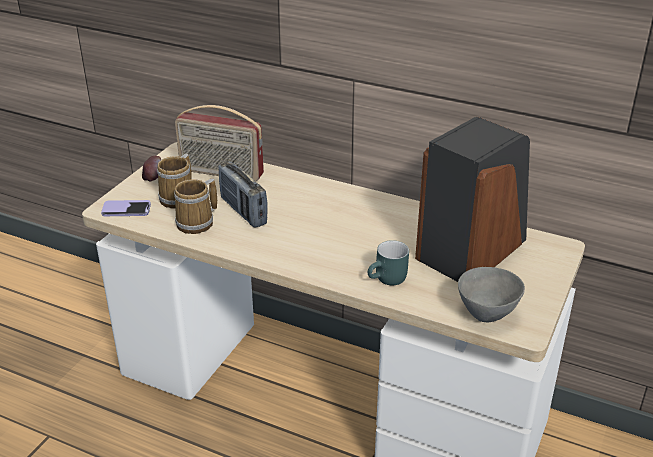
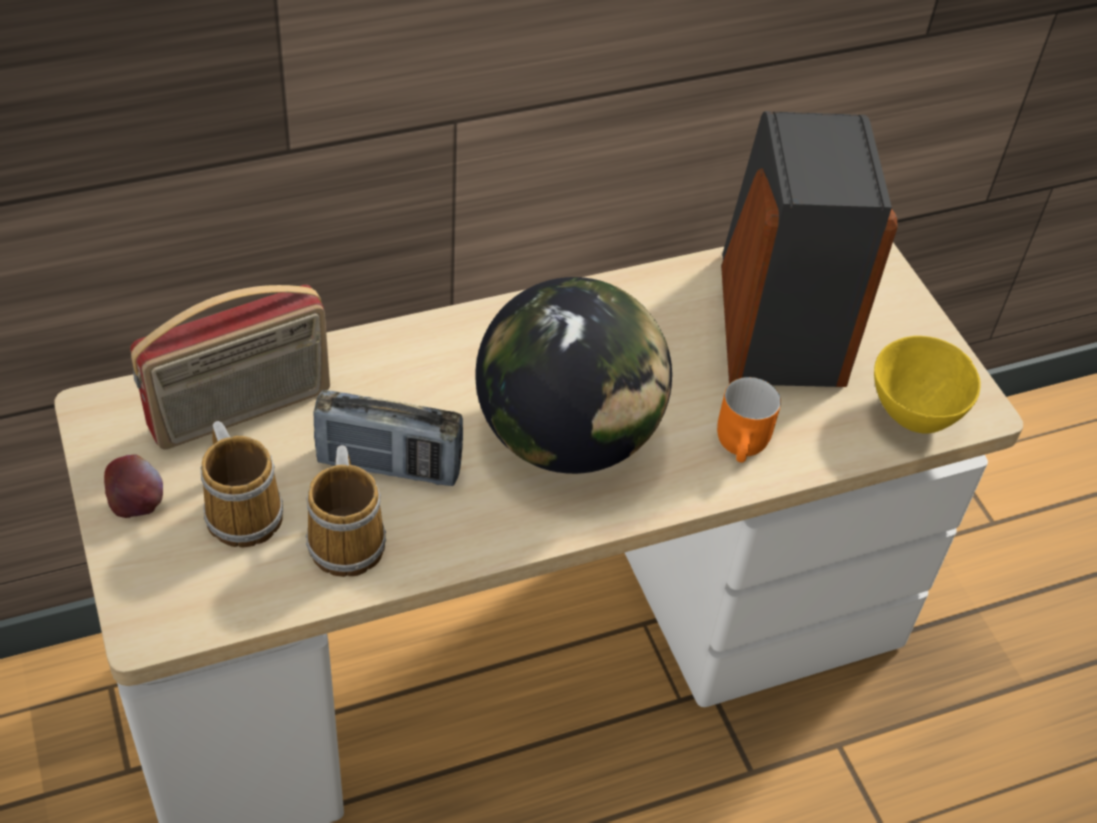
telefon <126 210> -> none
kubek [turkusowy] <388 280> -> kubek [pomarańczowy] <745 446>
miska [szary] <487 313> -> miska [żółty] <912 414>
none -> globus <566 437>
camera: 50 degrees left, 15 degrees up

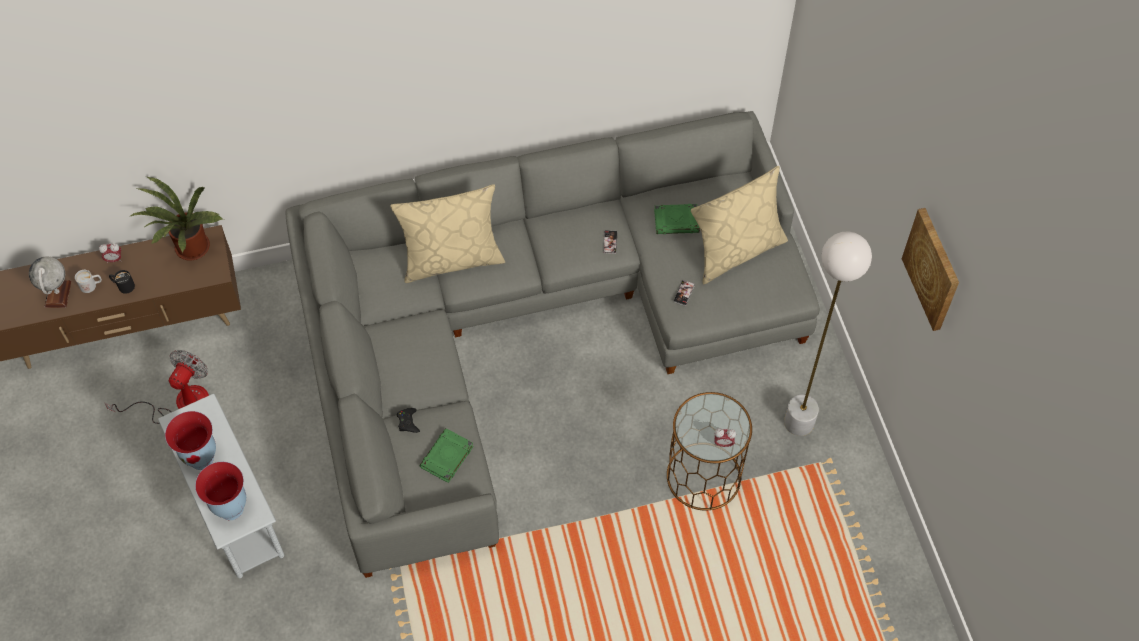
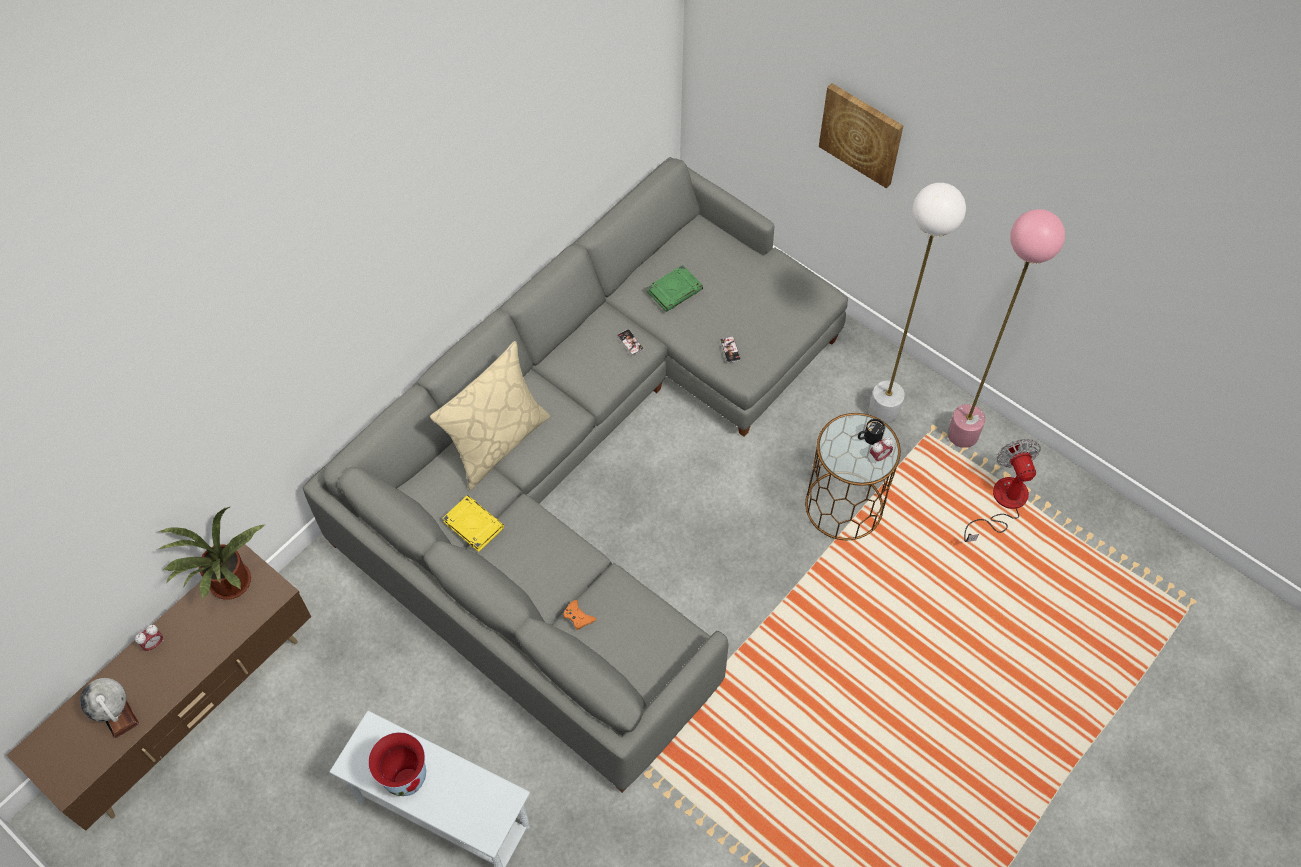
kubek [biały] <91 285> -> none
wentylator <180 403> -> wentylator <1002 503>, relocated
kubek [czarny] <123 285> -> kubek [czarny] <868 438>, relocated
wazon <231 509> -> none
pad do gier [czarny] <408 422> -> pad do gier [pomarańczowy] <578 617>
książka [zielony] <447 457> -> none
poduszka [beżowy] <736 250> -> none
obraz <933 269> -> obraz <861 134>, relocated
none -> książka [żółty] <473 525>
none -> lampa stojąca [różowy] <963 434>
camera: 35 degrees left, 0 degrees up

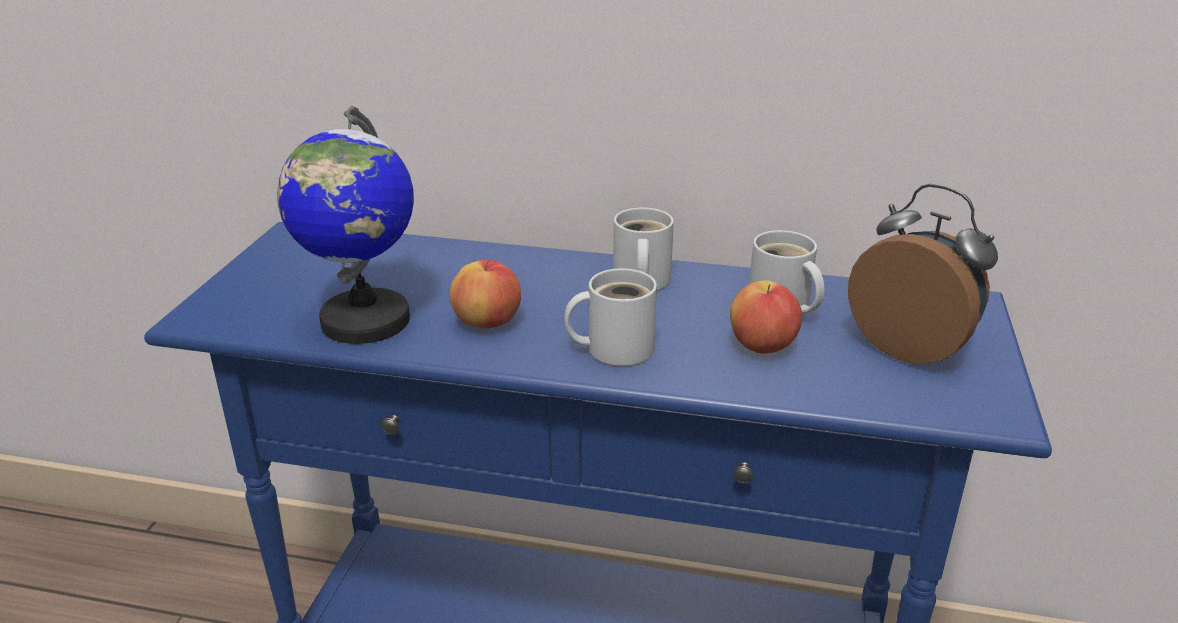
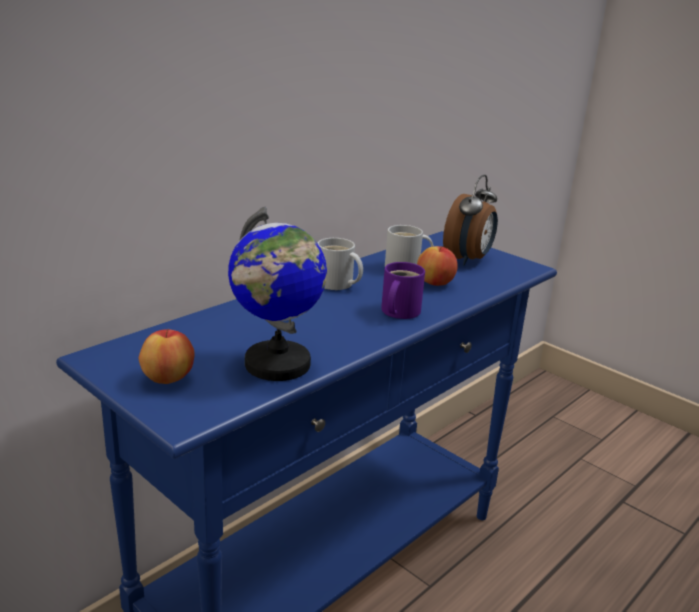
jabłko <488 322> -> jabłko <168 378>, relocated
kubek [biały] <613 348> -> kubek [fioletowy] <398 311>
budzik <912 347> -> budzik <468 260>, 135 degrees clockwise
camera: 60 degrees left, 5 degrees down

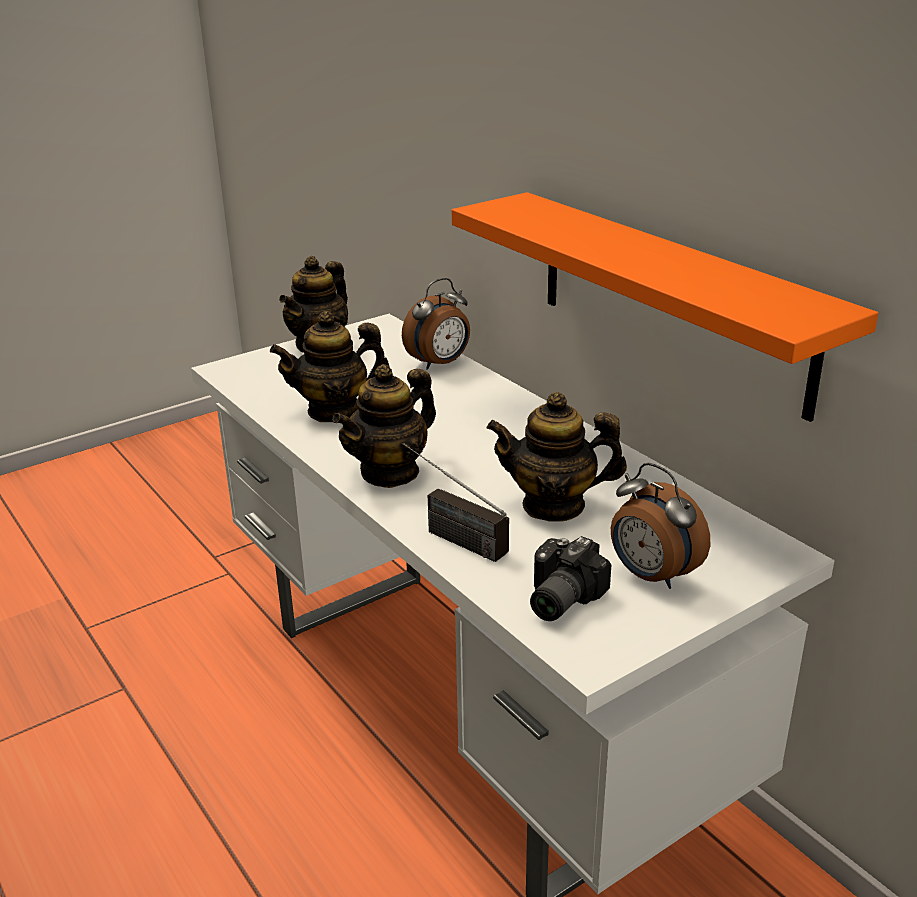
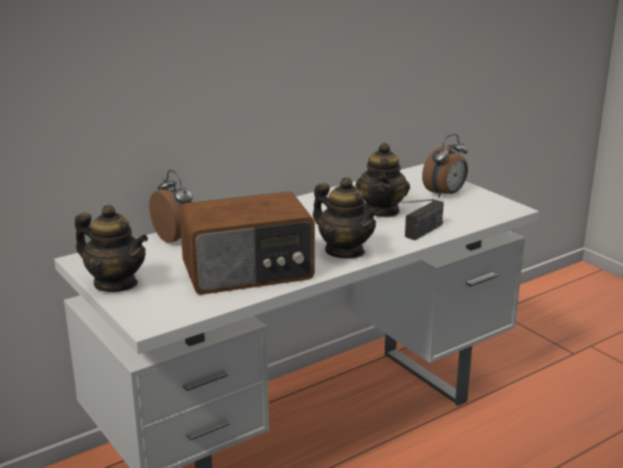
imbryk <334 410> -> radio <249 272>
półka [pomarańczowy] <670 299> -> none
aparat fotograficzny <557 598> -> none
camera: 90 degrees left, 5 degrees down

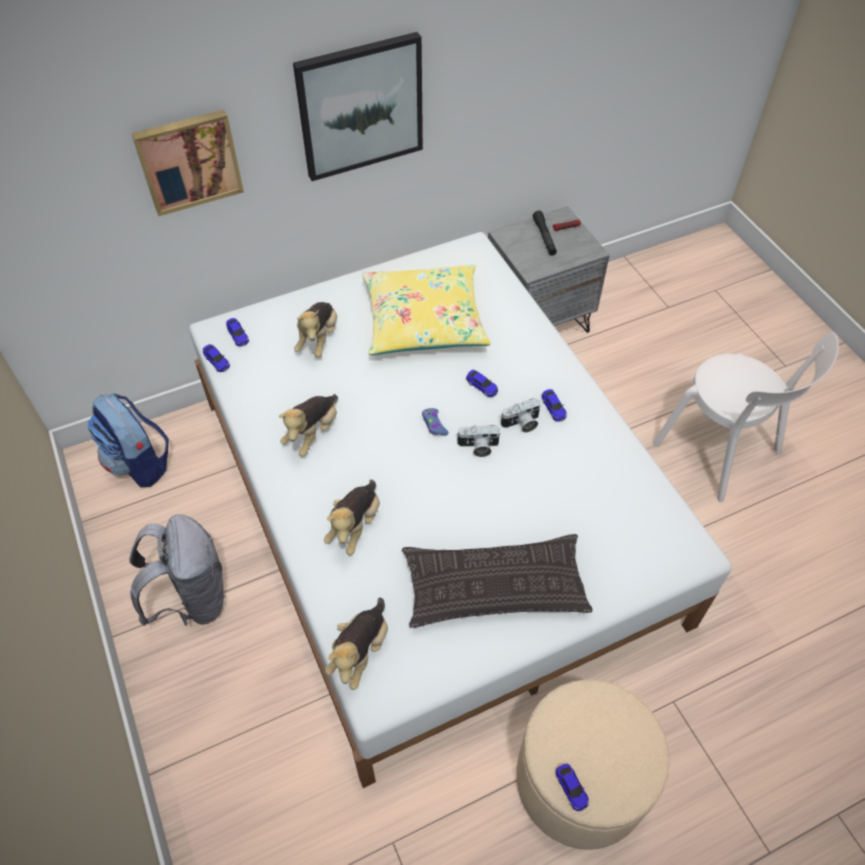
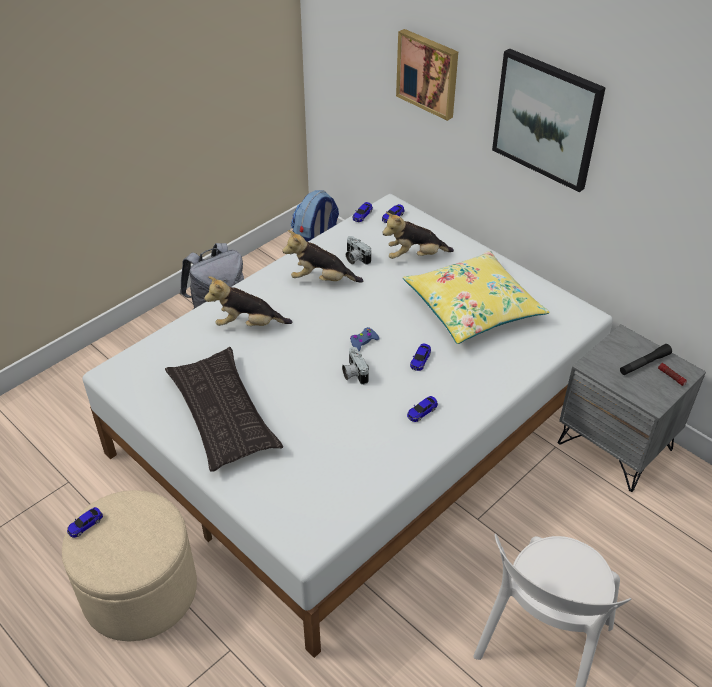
pluszak <360 651> -> none
aparat fotograficzny <521 424> -> aparat fotograficzny <355 258>, relocated
camera: 70 degrees right, 10 degrees down

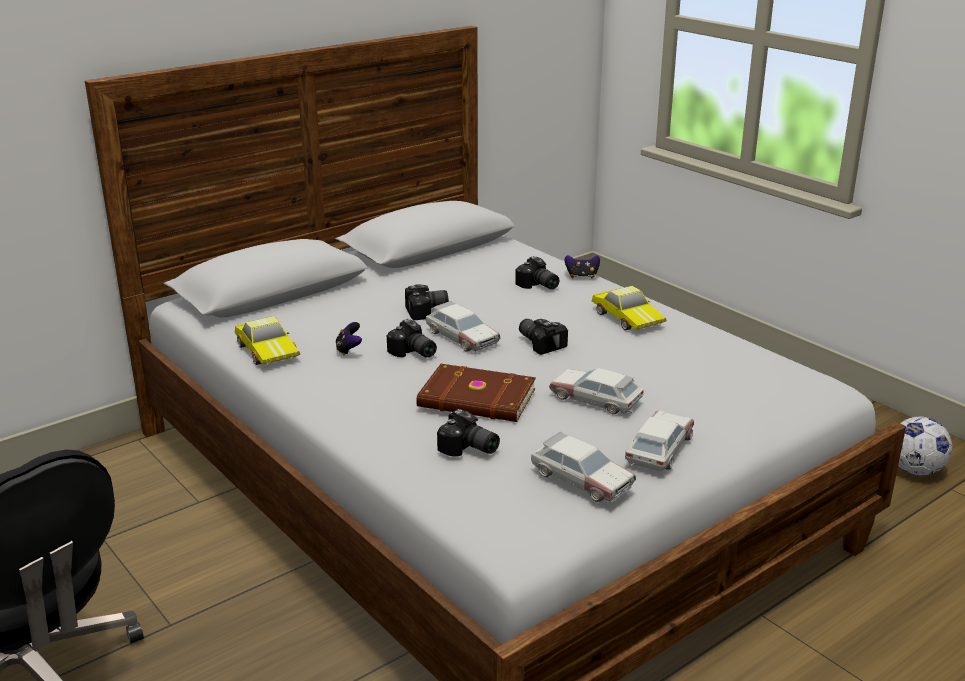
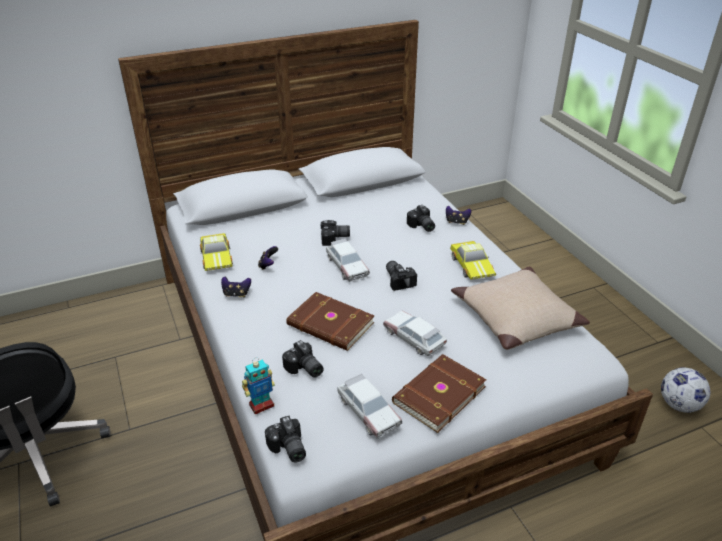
aparat fotograficzny <412 353> -> aparat fotograficzny <287 449>, relocated
samochodzik <659 450> -> książka [brązowy] <437 394>
none -> pad do gier <236 294>
none -> robot zabawkowy <261 405>
none -> poduszka [beżowy] <515 317>
camera: 15 degrees right, 10 degrees up

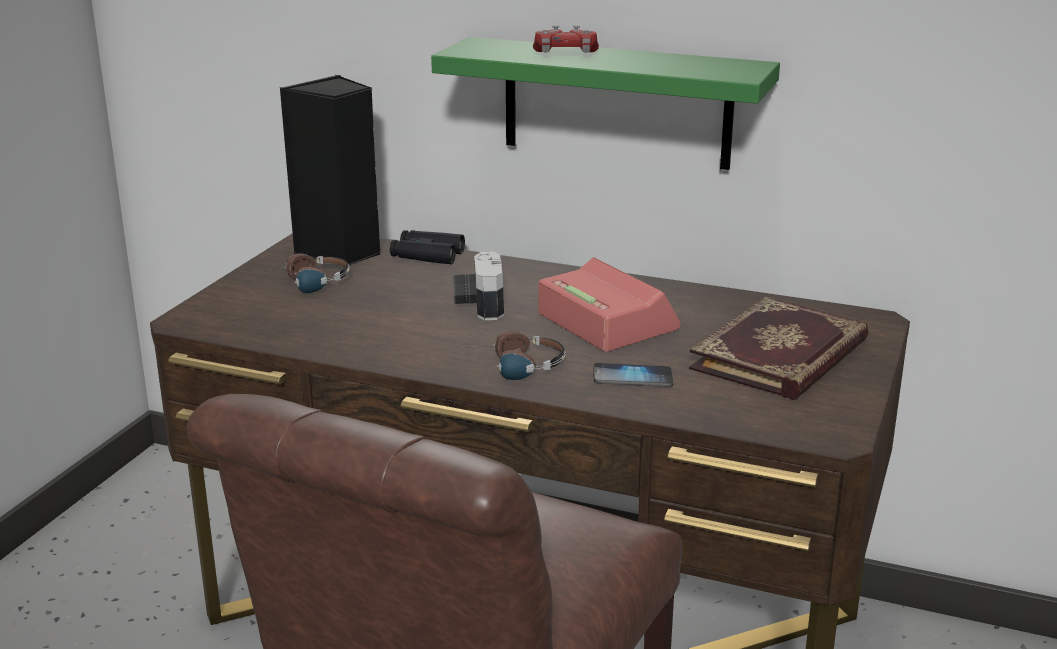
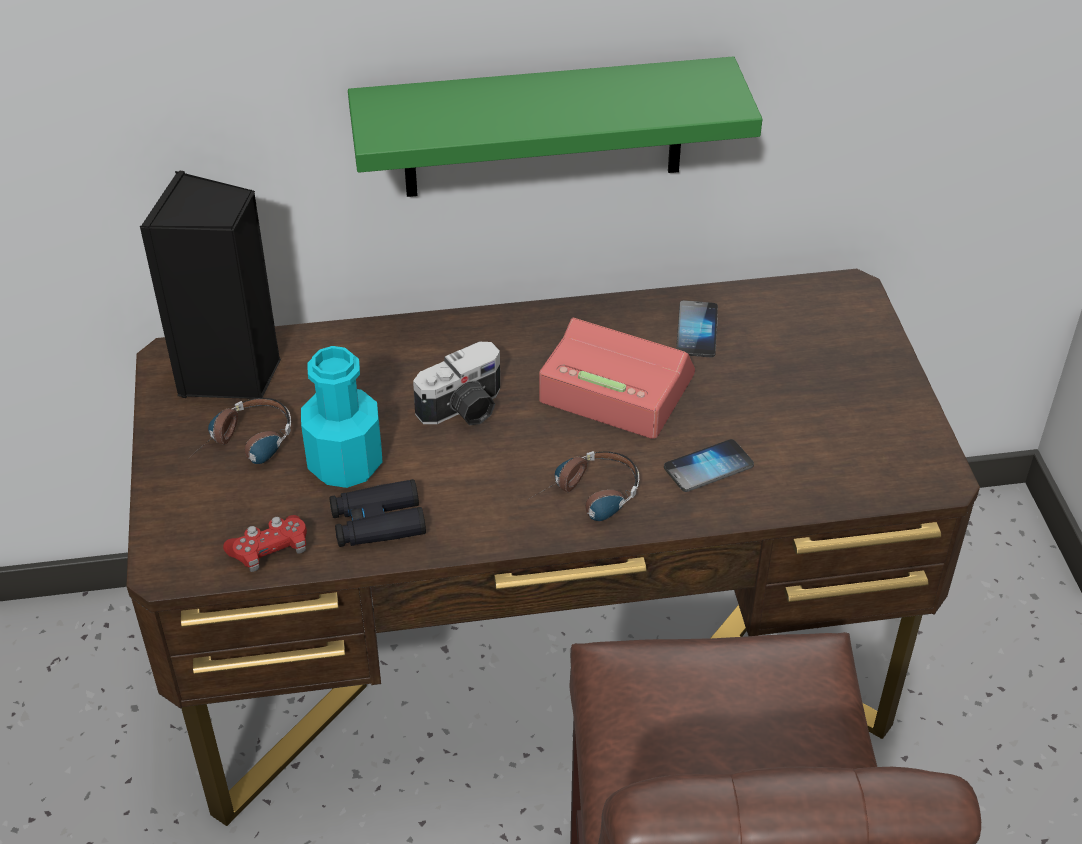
lornetka [czarny] <427 255> -> lornetka [czarny] <377 523>, relocated
aparat fotograficzny <478 304> -> aparat fotograficzny <465 409>, 90 degrees counterclockwise
pad do gier [czerwony] <565 55> -> pad do gier [czerwony] <270 551>, relocated
książka <782 355> -> none
none -> butelka [turkusowy] <345 463>
none -> telefon <697 330>
camera: 30 degrees left, 20 degrees up

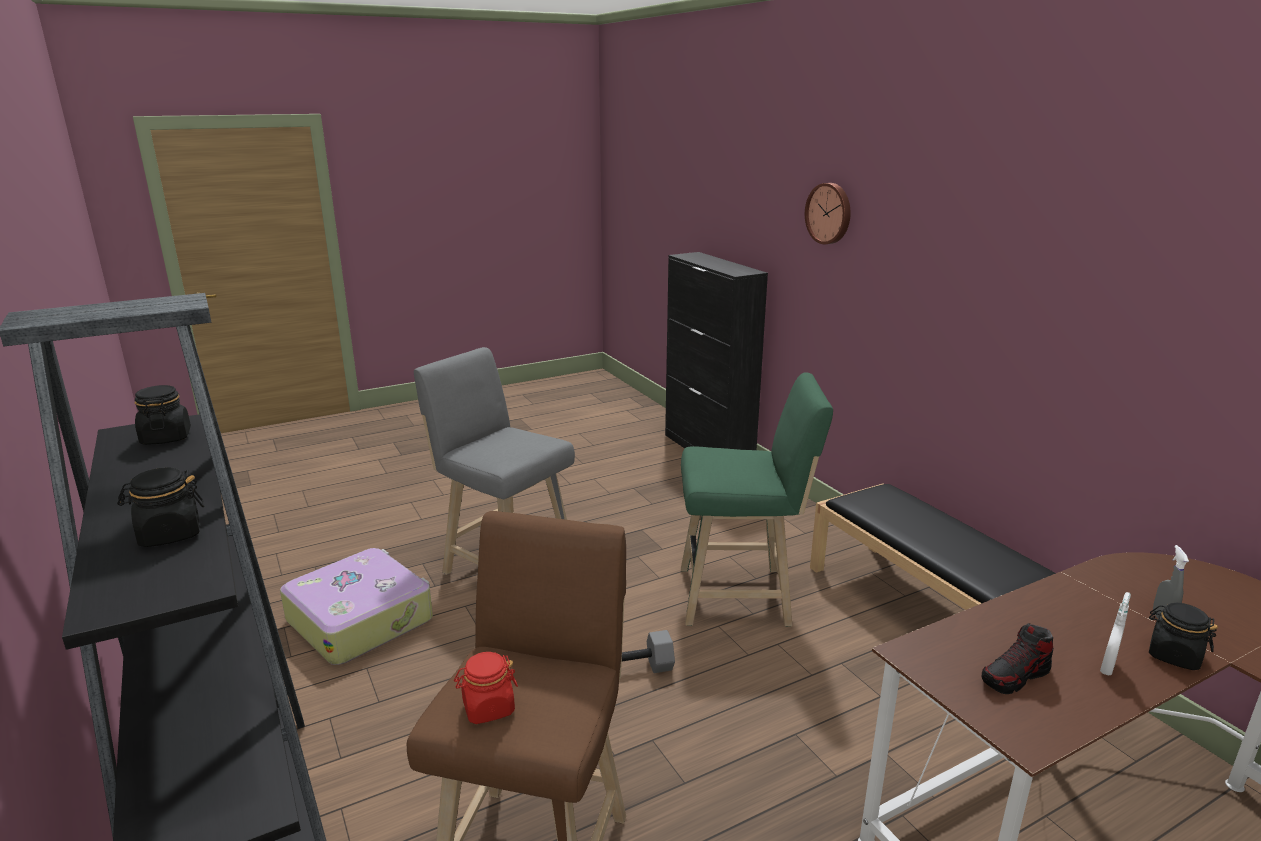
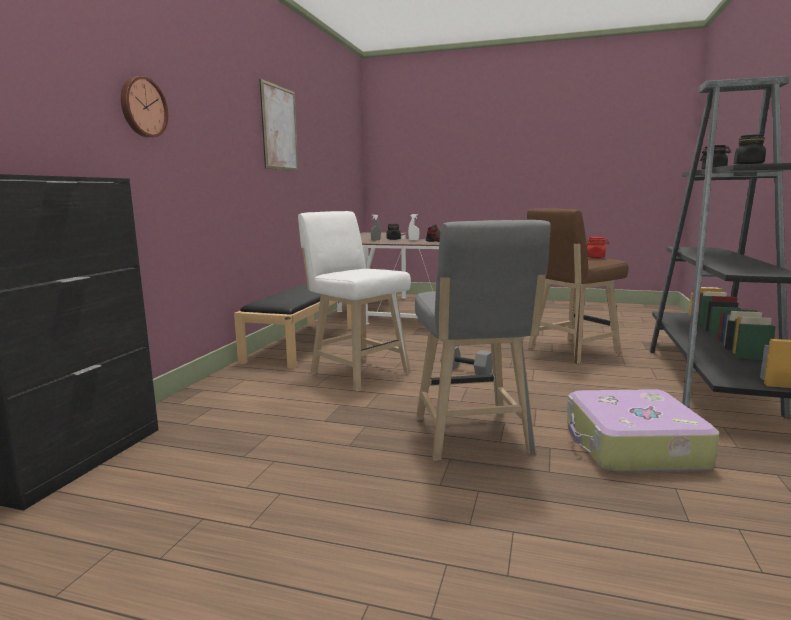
stołek [zielony] <741 596> -> stołek [biały] <357 372>
none -> obraz <279 128>
camera: 135 degrees left, 10 degrees down

